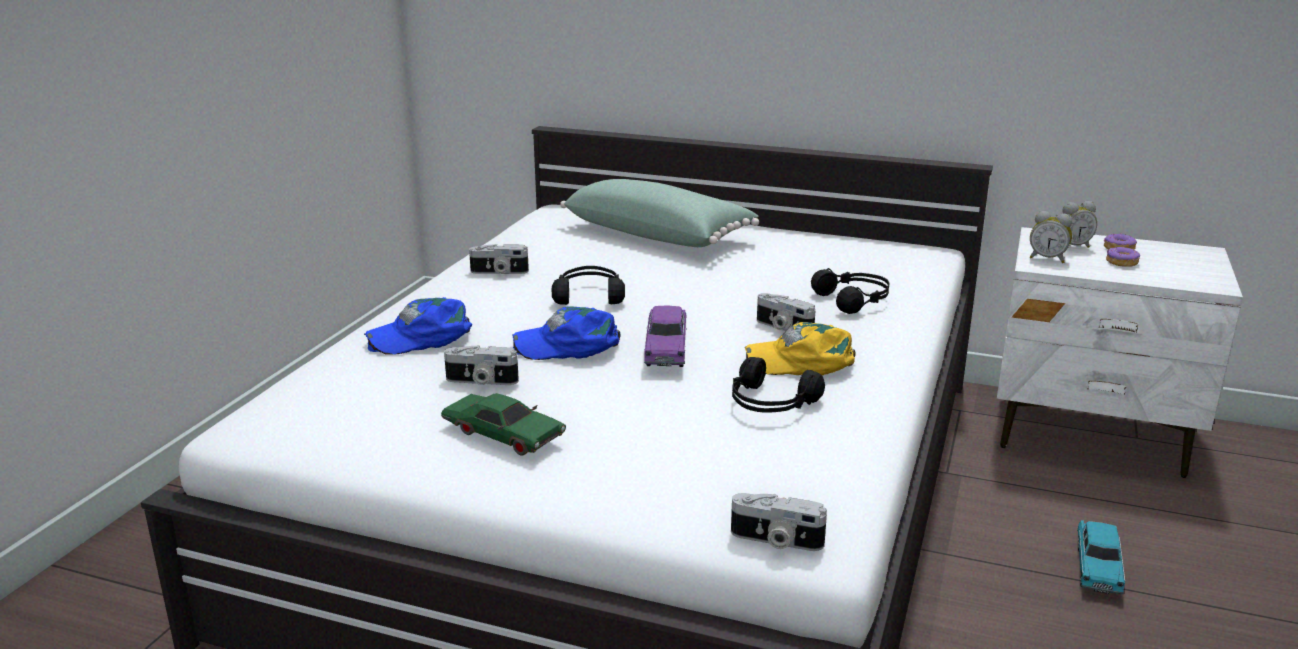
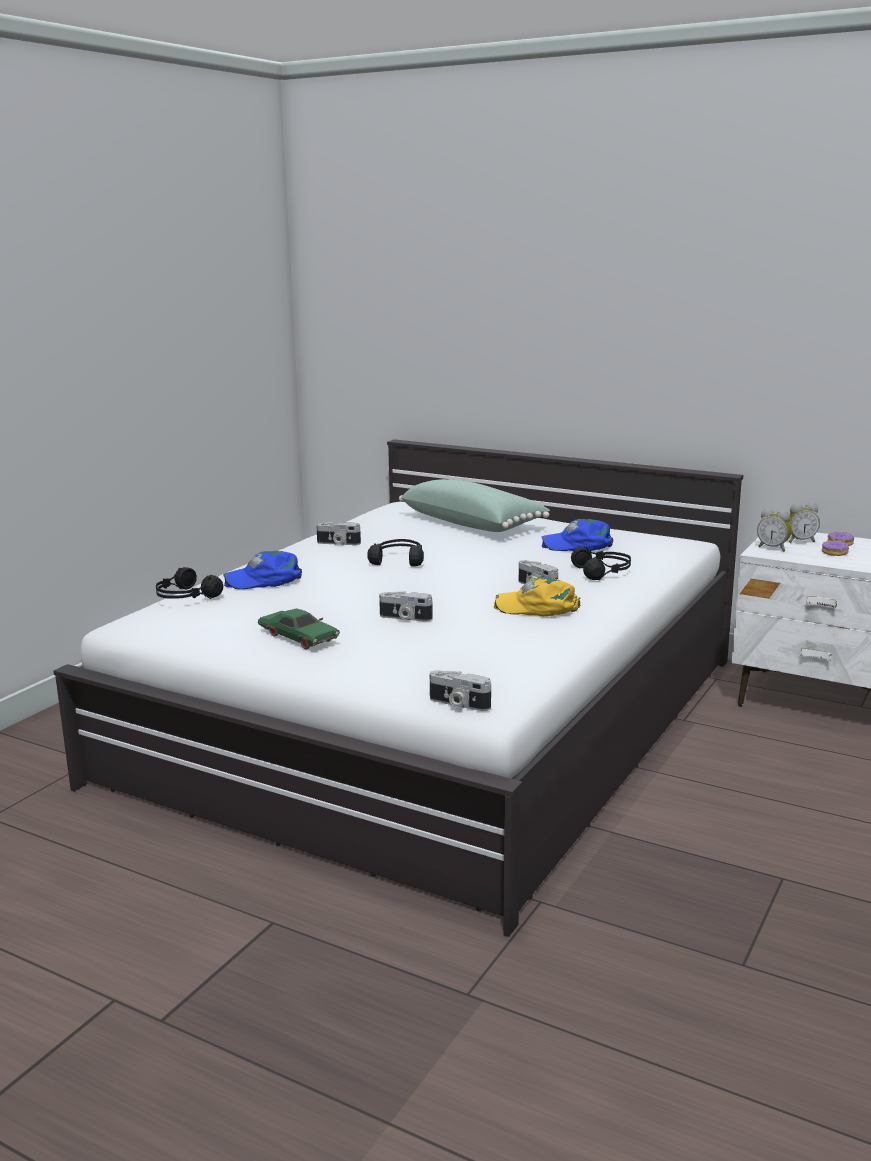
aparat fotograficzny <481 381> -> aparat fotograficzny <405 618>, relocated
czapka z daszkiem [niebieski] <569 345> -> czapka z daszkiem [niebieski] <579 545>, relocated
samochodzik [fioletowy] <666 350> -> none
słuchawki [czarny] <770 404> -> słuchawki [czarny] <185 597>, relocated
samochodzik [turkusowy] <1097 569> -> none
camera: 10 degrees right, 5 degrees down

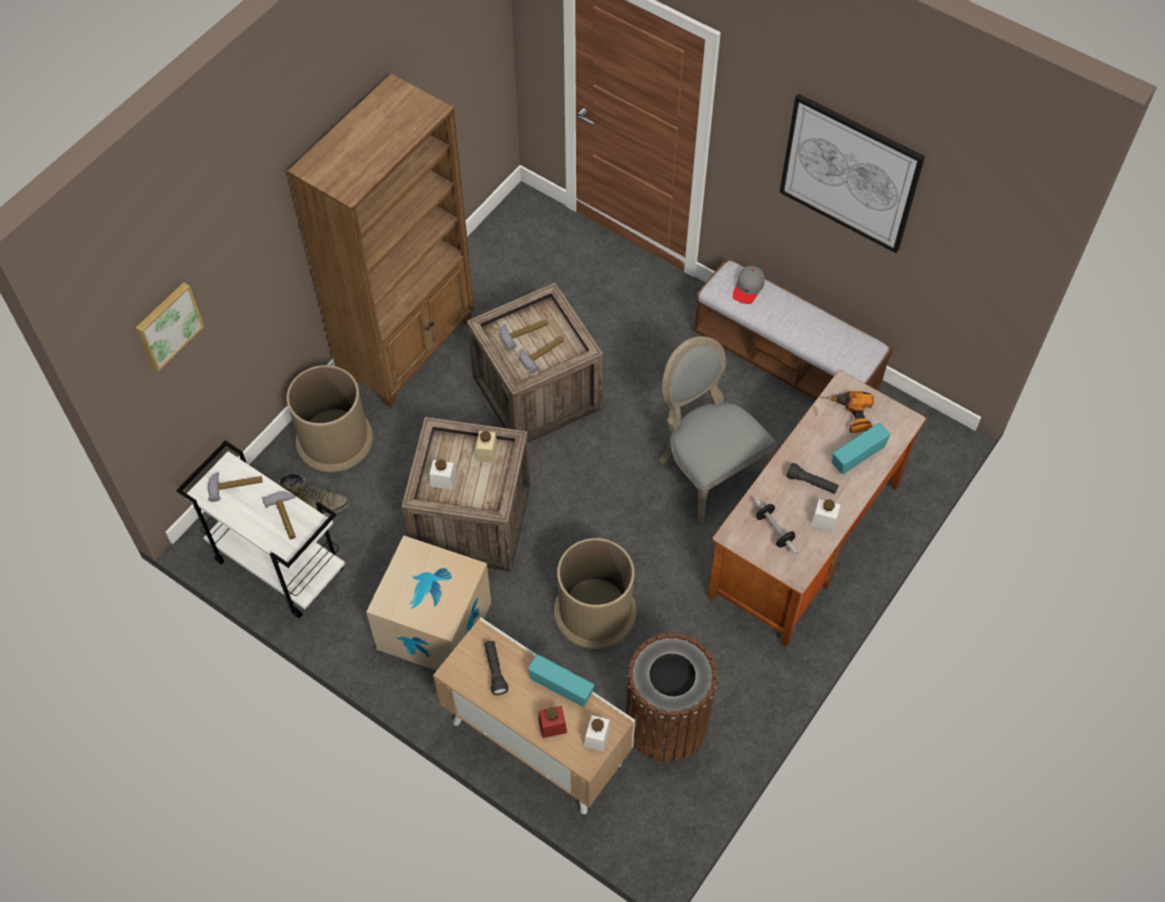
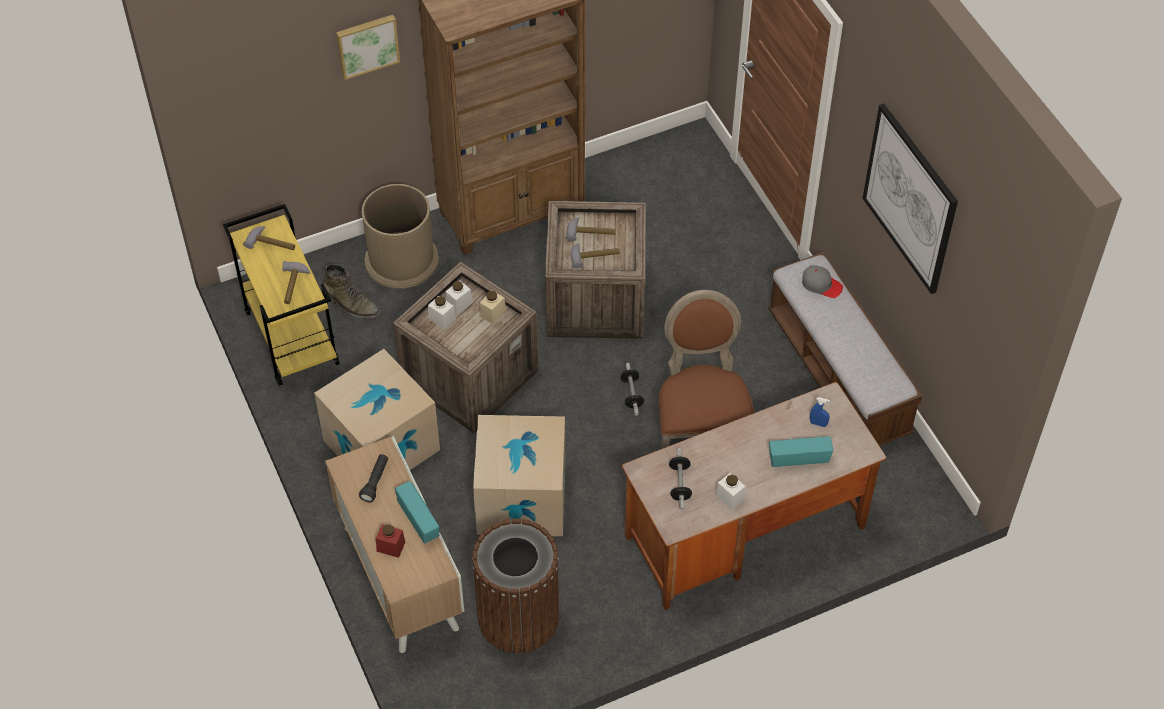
obraz <167 325> -> obraz <367 45>, relocated
wózek [biały] <277 565> -> wózek [żółty] <290 337>
kosz na śmieci [brązowy] <595 610> -> karton <521 498>
słoik [biały] <597 737> -> słoik [biały] <459 303>, relocated
krzesło [szary] <708 469> -> krzesło [brązowy] <700 432>
czapka z daszkiem [szary] <748 288> -> czapka z daszkiem [szary] <821 285>, 120 degrees counterclockwise
latarka [czarny] <811 483> -> none
wiertarka <850 415> -> spryskiwacz [niebieski] <818 423>
none -> hantel <631 394>
camera: 30 degrees right, 5 degrees down

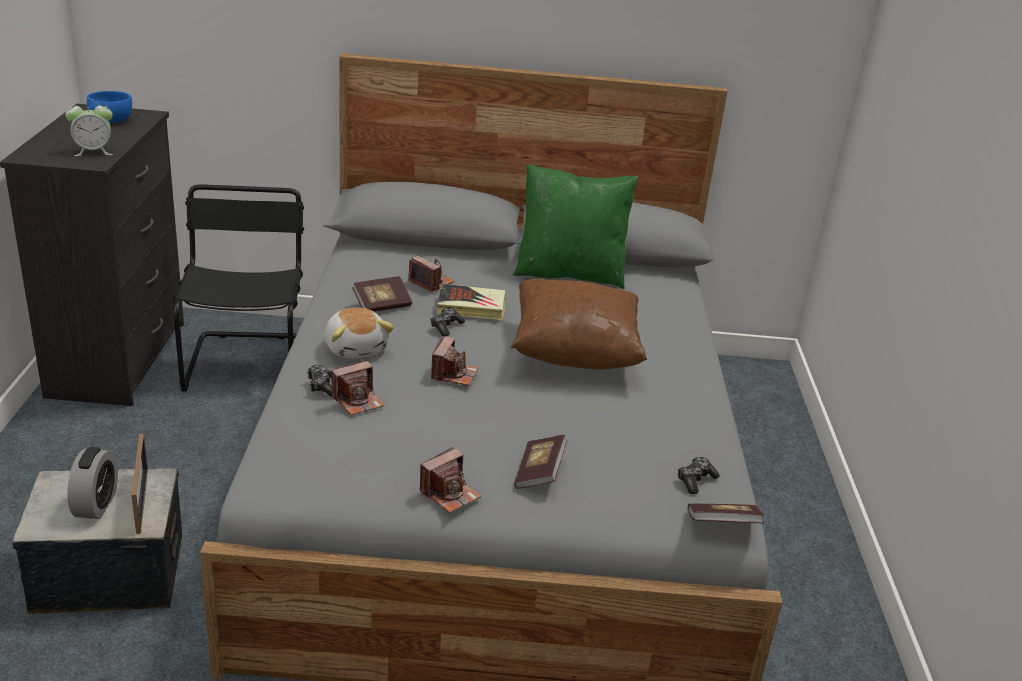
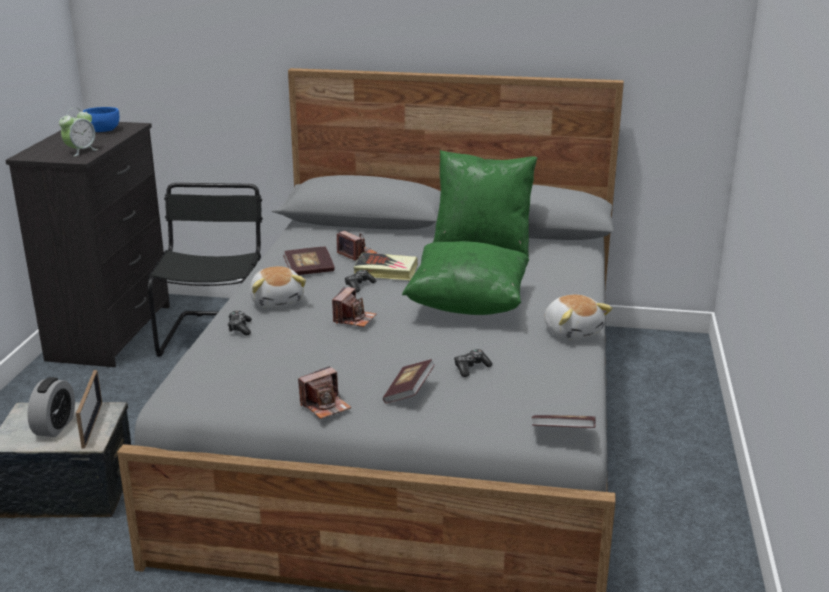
budzik <93 152> -> budzik <80 151>, 45 degrees counterclockwise
aparat fotograficzny <358 401> -> none
poduszka [brązowy] <574 353> -> poduszka [zielony] <468 305>
pad do gier <695 480> -> pad do gier <471 368>, relocated
none -> pluszak <572 331>
camera: 10 degrees right, 5 degrees down

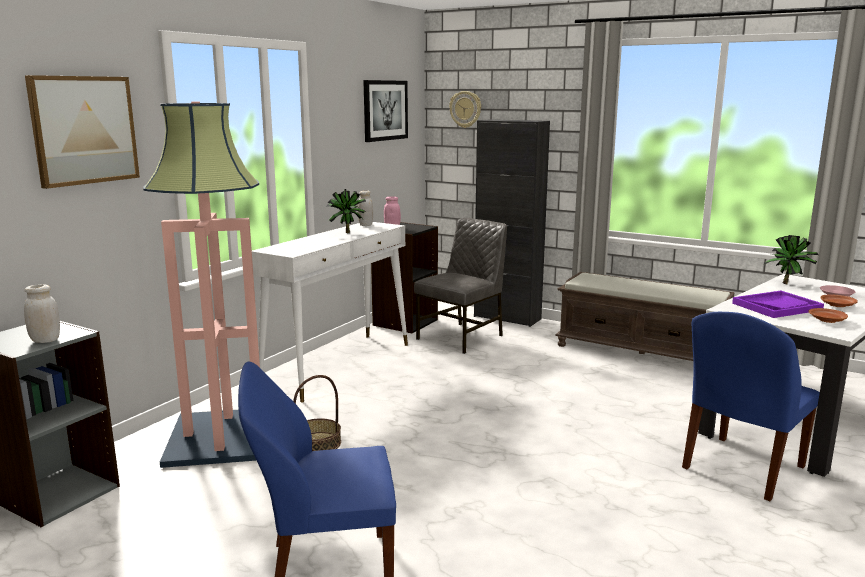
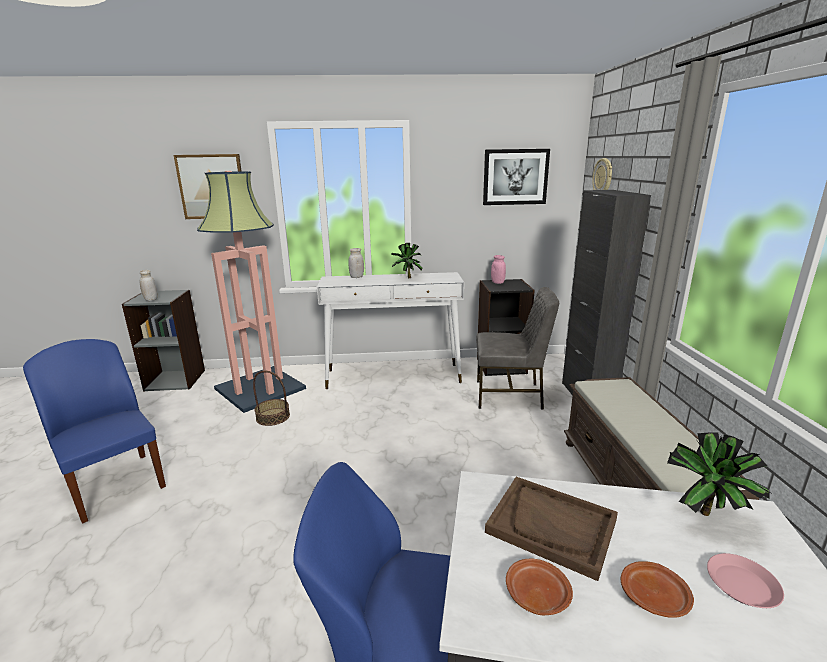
słoik [biały] <365 225> -> słoik [biały] <356 277>, relocated
taca [fioletowy] <777 306> -> taca [brązowy] <551 526>
camera: 55 degrees right, 5 degrees up

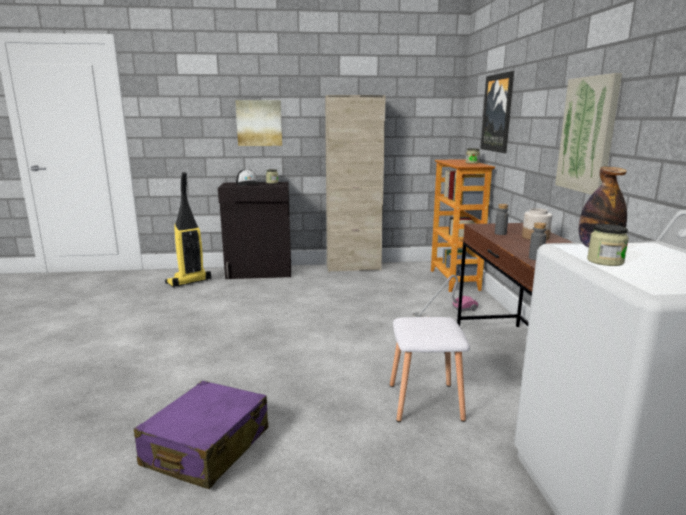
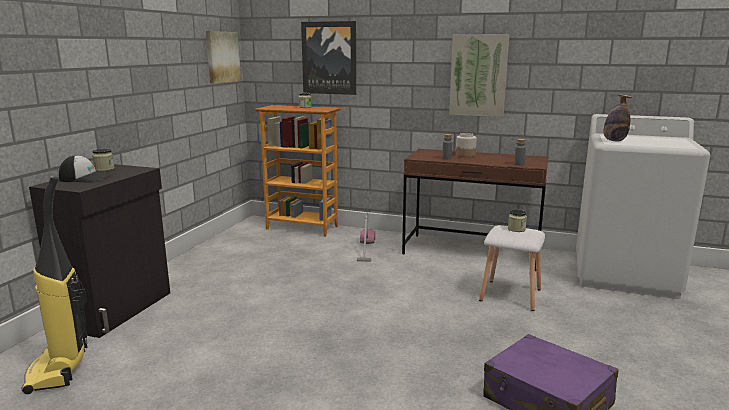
obraz <259 123> -> obraz <222 57>, relocated
szafka [beżowy] <353 267> -> none
słoik <605 261> -> słoik <516 229>, relocated
camera: 65 degrees left, 0 degrees up

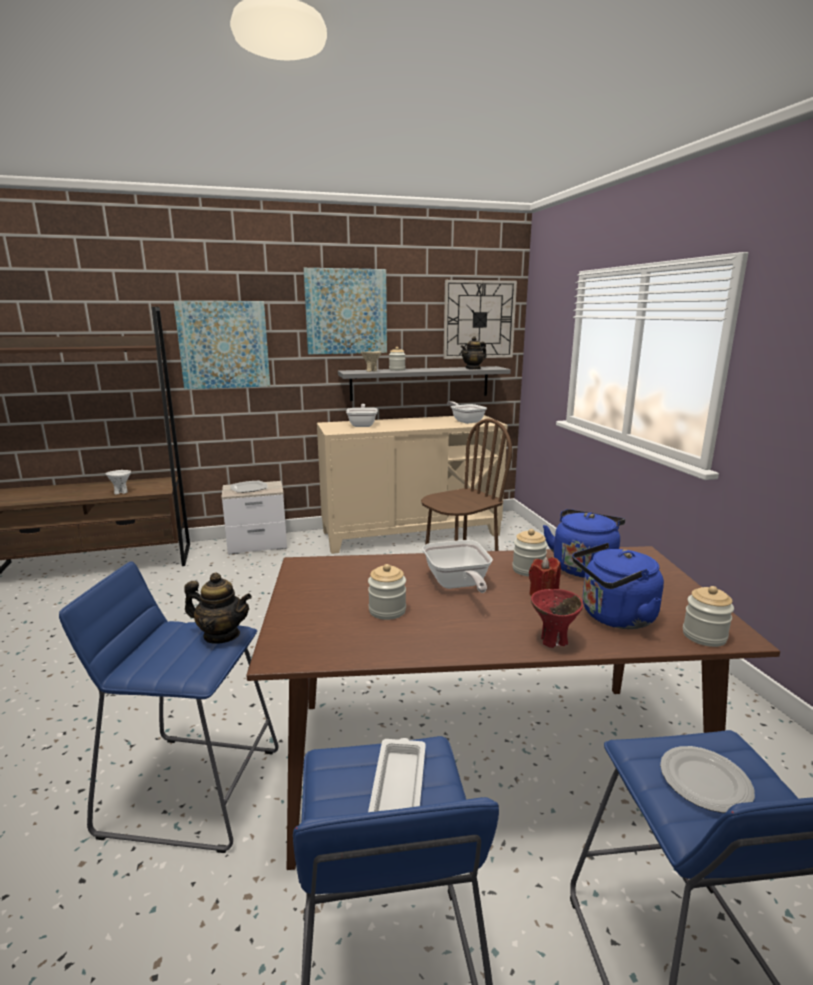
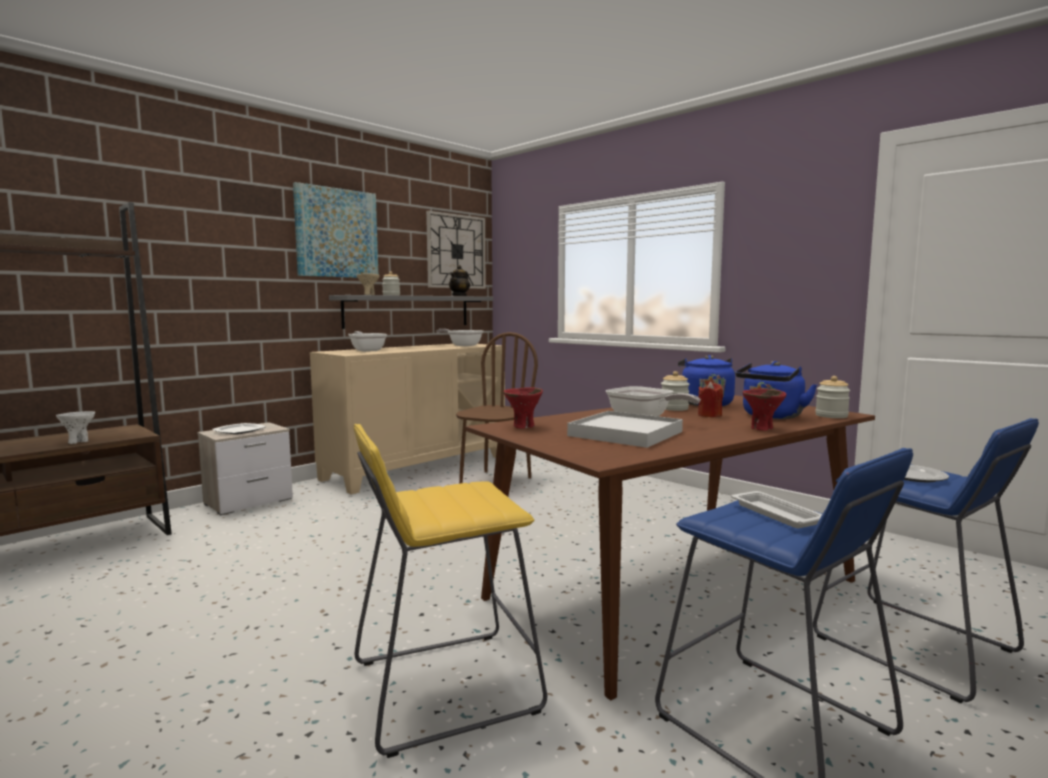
stołek [niebieski] <192 790> -> stołek [żółty] <444 687>
obraz <224 345> -> none
imbryk <221 635> -> none
słoik <387 610> -> taca [biały] <625 434>
none -> miska [czerwony] <523 426>
camera: 30 degrees left, 10 degrees down

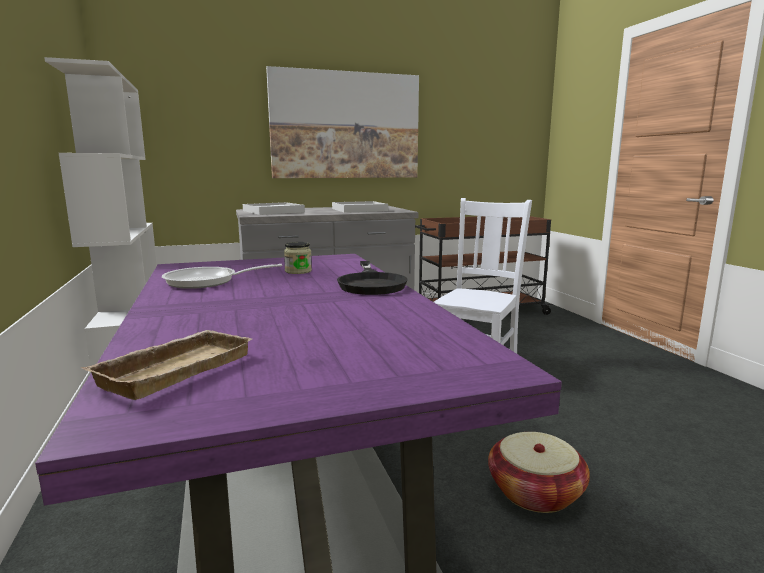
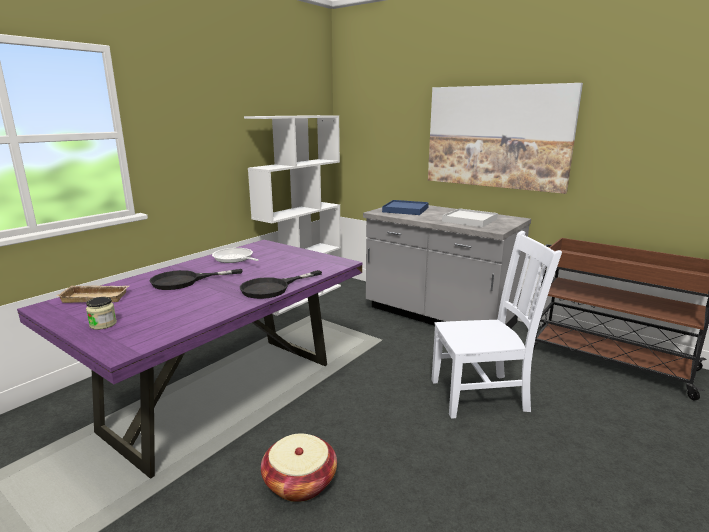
taca [biały] <273 211> -> taca [niebieski] <405 210>
słoik <298 271> -> słoik <103 324>, relocated
none -> patelnia [czarny] <184 281>
camera: 55 degrees right, 5 degrees up

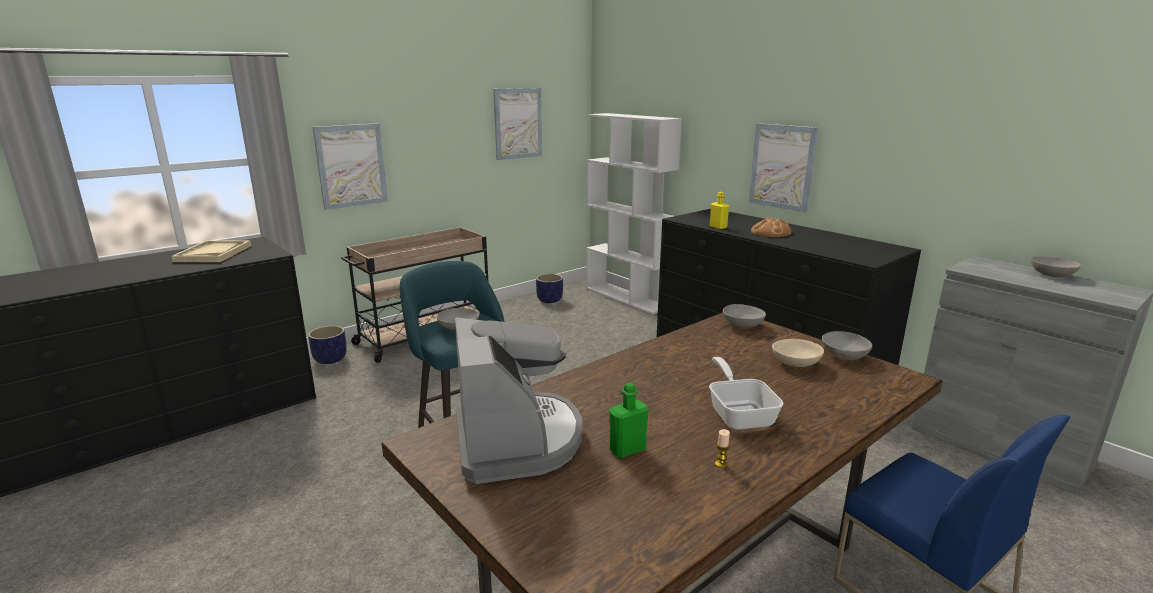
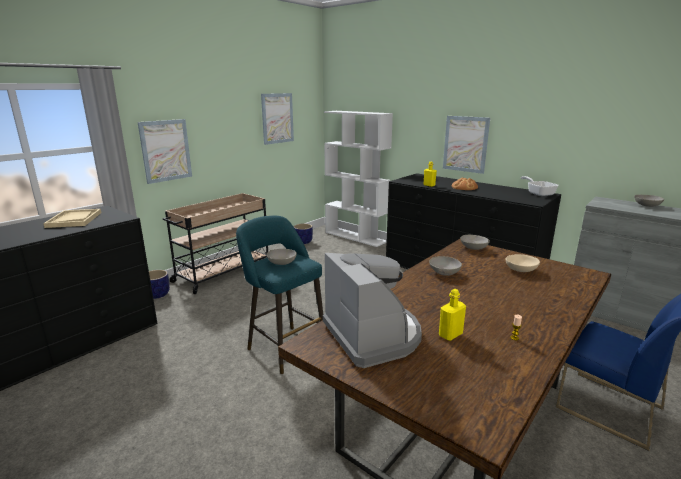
butelka [zielony] <627 450> -> butelka [żółty] <450 335>
patelnia <739 414> -> patelnia <538 193>, relocated
miska [szary] <845 356> -> miska [szary] <444 273>, relocated
camera: 10 degrees left, 0 degrees up

